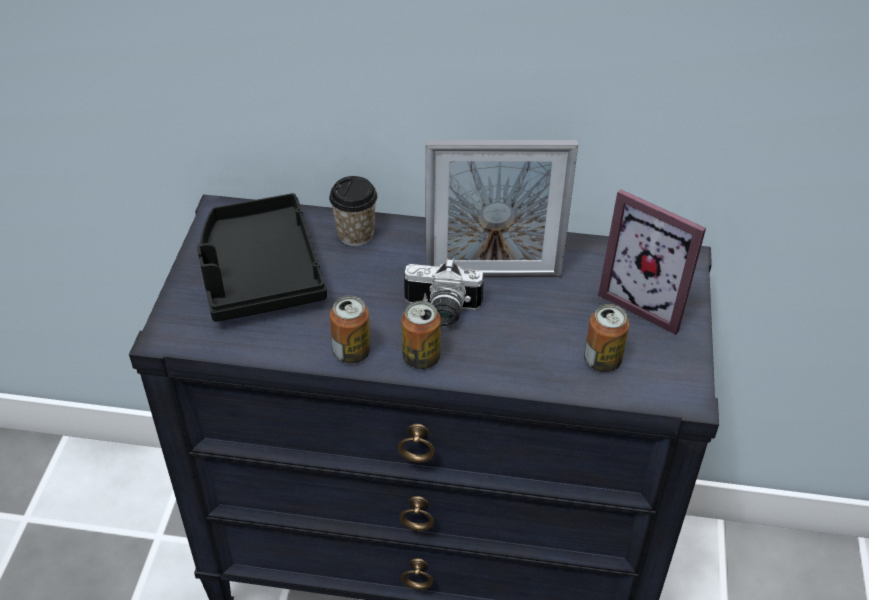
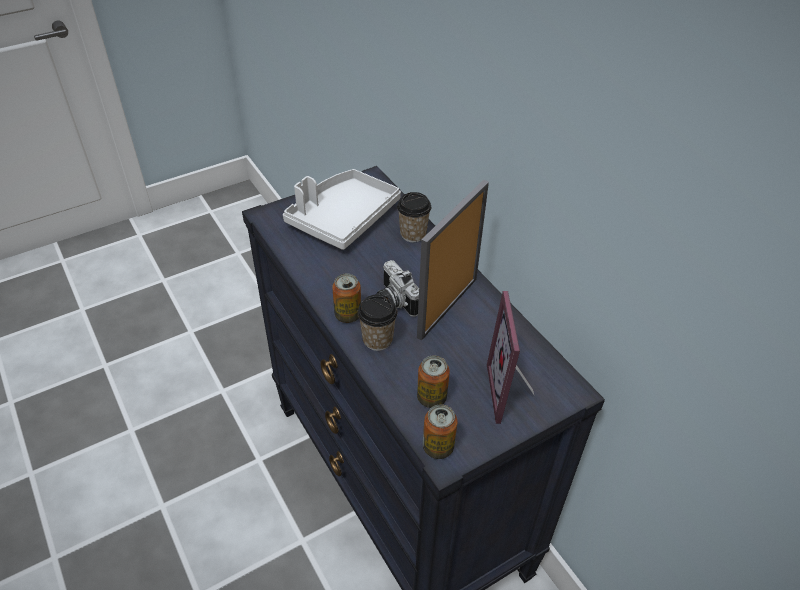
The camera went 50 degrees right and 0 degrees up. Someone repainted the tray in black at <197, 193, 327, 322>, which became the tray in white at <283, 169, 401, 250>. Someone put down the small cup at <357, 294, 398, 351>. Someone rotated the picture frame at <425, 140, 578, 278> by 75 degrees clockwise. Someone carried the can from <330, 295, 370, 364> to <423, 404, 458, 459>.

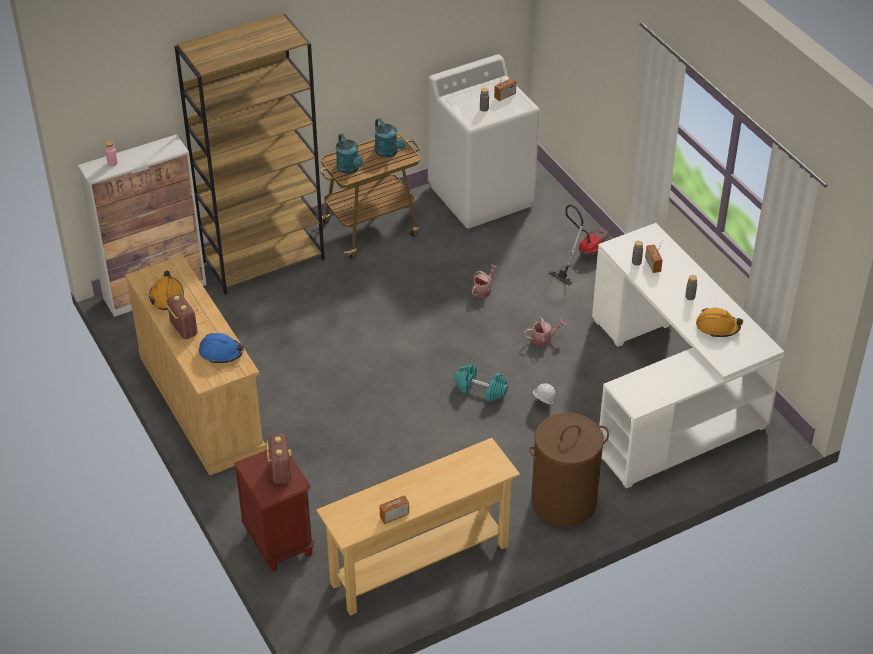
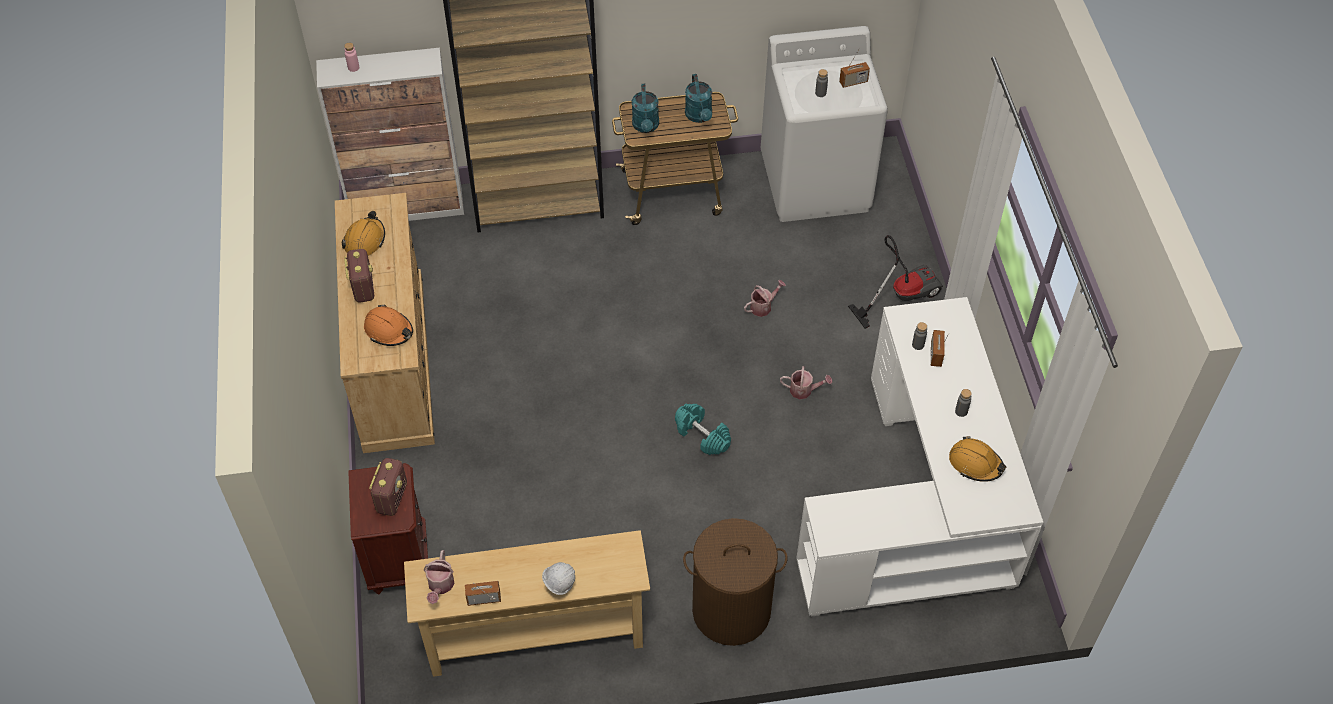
The camera went 20 degrees right and 10 degrees up. Someone repainted the work helmet in bluish at <199, 333, 244, 364>, which became the work helmet in orangey at <364, 305, 413, 346>. Someone put down the watering pot at <424, 550, 454, 604>. Someone carried the work helmet in white from <533, 383, 556, 405> to <542, 562, 575, 595>.

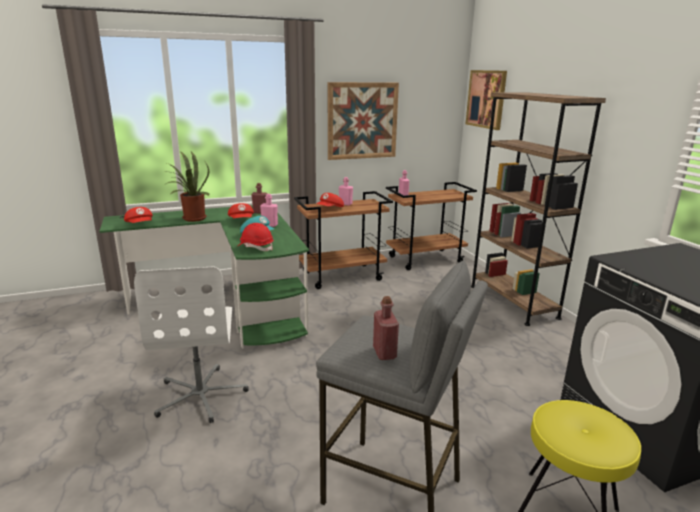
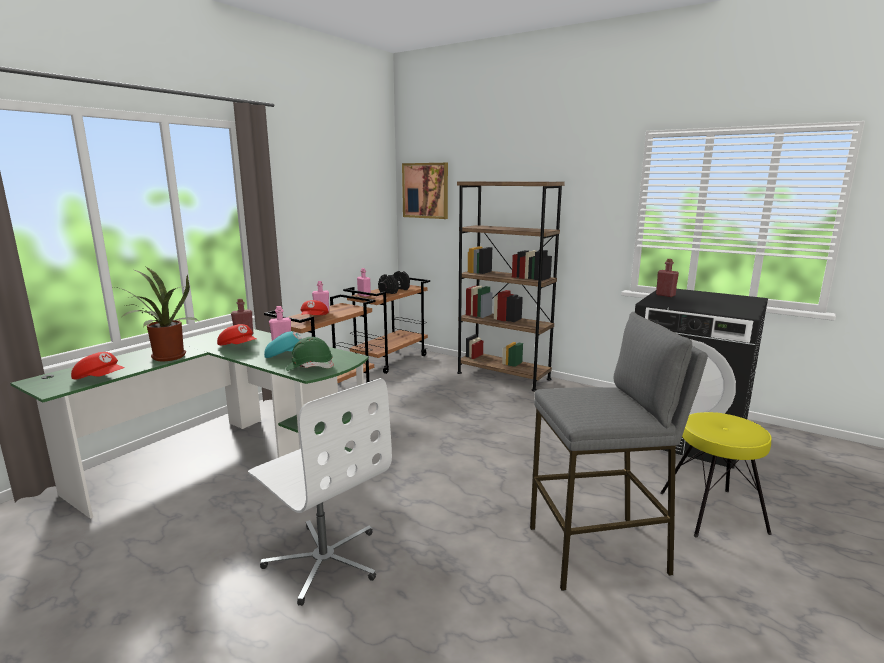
The camera went 35 degrees left and 5 degrees down. Someone repainted the work helmet in red-coloured at <238, 223, 274, 251>, which became the work helmet in green-coloured at <286, 337, 333, 371>. Someone put down the hand weight in black at <378, 271, 410, 294>. Someone carried the drink bottle in red-coloured from <373, 296, 399, 360> to <656, 259, 679, 297>. Someone took away the wall picture at <328, 82, 399, 160>.

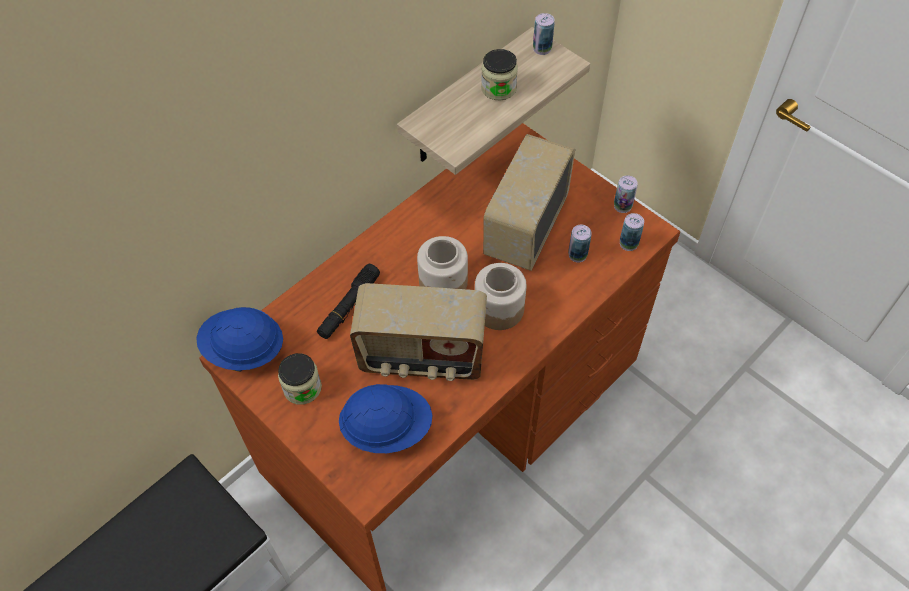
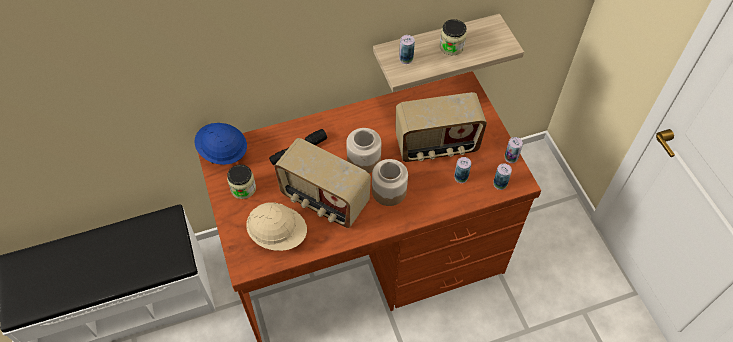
The camera went 25 degrees right and 0 degrees up. Someone repainted the work helmet in bluish at <339, 384, 432, 453>, which became the work helmet in sand-coloured at <246, 202, 307, 251>. Someone rotated the radio at <483, 134, 575, 271> by 150 degrees counterclockwise. Someone carried the can from <533, 13, 555, 55> to <399, 35, 415, 64>.

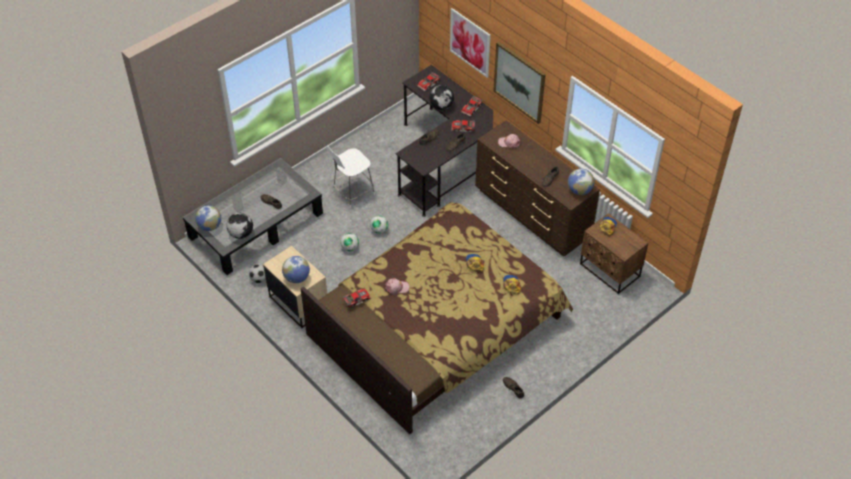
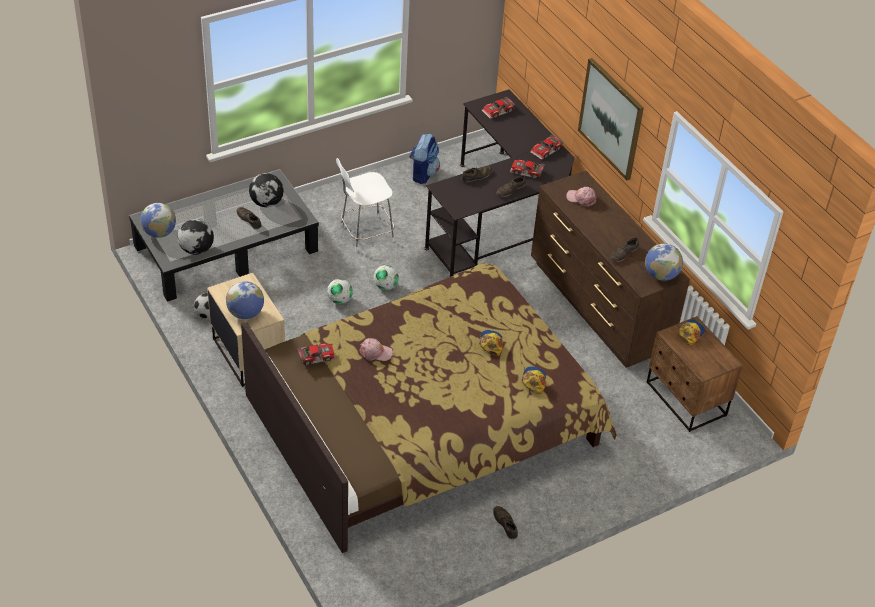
The camera went 10 degrees right and 5 degrees down. Someone carried the globe from <429, 85, 454, 110> to <249, 173, 284, 207>. Someone put down the backpack at <409, 133, 440, 184>. Someone took away the wall picture at <450, 8, 491, 78>.

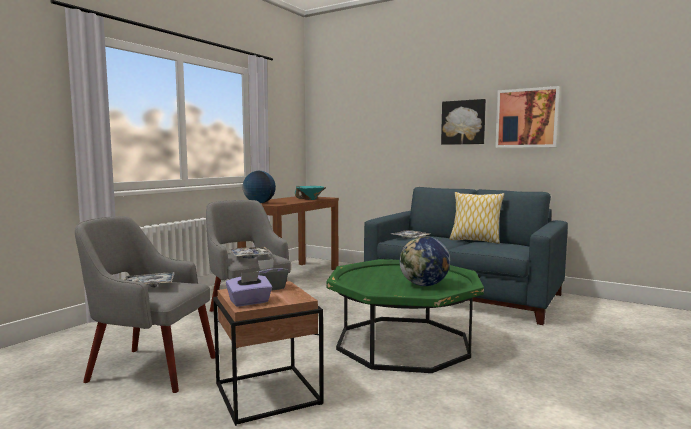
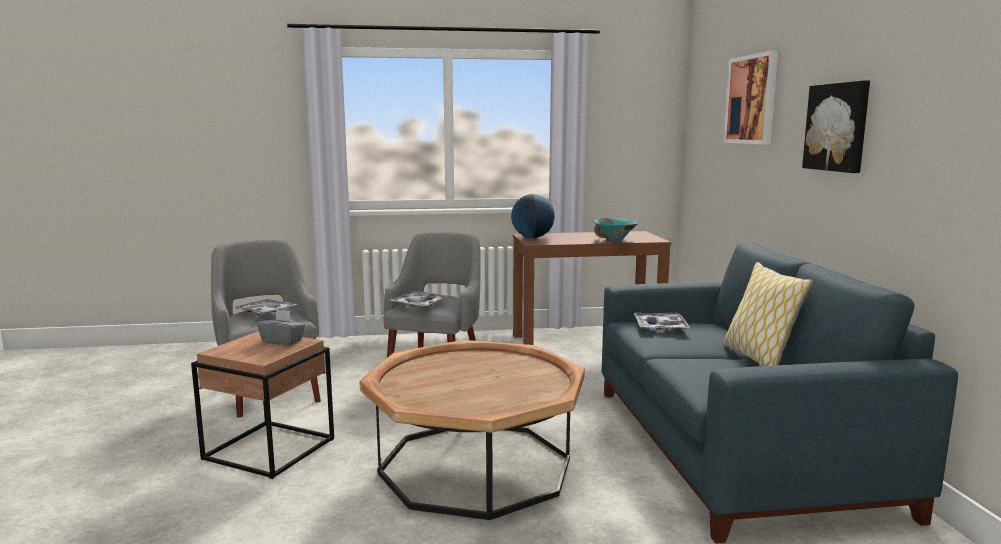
The camera went 50 degrees right and 5 degrees up. Someone repainted the lounge table in green-coloured at <326, 259, 484, 373>, which became the lounge table in brown-coloured at <360, 340, 585, 520>. Someone carried the wall picture from <495, 86, 560, 148> to <723, 50, 778, 145>. Someone took away the box of tissues in purplish at <226, 271, 272, 307>. Someone took away the globe at <400, 236, 450, 286>.

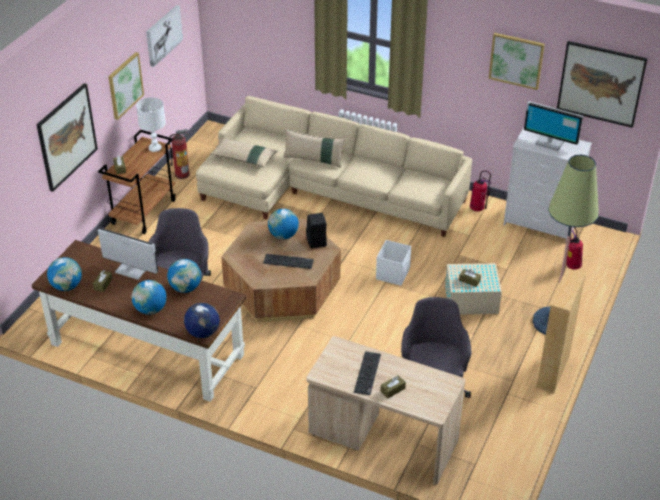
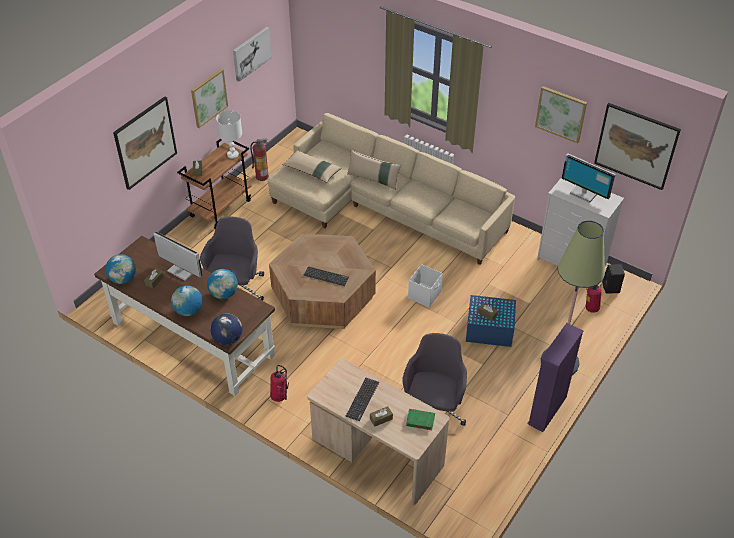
The camera went 10 degrees right and 5 degrees up. Someone carried the extinguisher from <470, 171, 492, 211> to <270, 365, 289, 402>. Someone put down the bound book in green-coloured at <406, 409, 435, 430>. Someone repainted the storage container in sand-coloured at <445, 263, 502, 315>, which became the storage container in bluish at <466, 295, 516, 347>. Someone repainted the bookshelf in sand-coloured at <535, 268, 586, 393>, which became the bookshelf in purplish at <527, 323, 583, 432>. Someone carried the audio speaker in black from <306, 213, 327, 249> to <602, 264, 625, 294>. Someone took away the globe at <268, 209, 299, 239>.

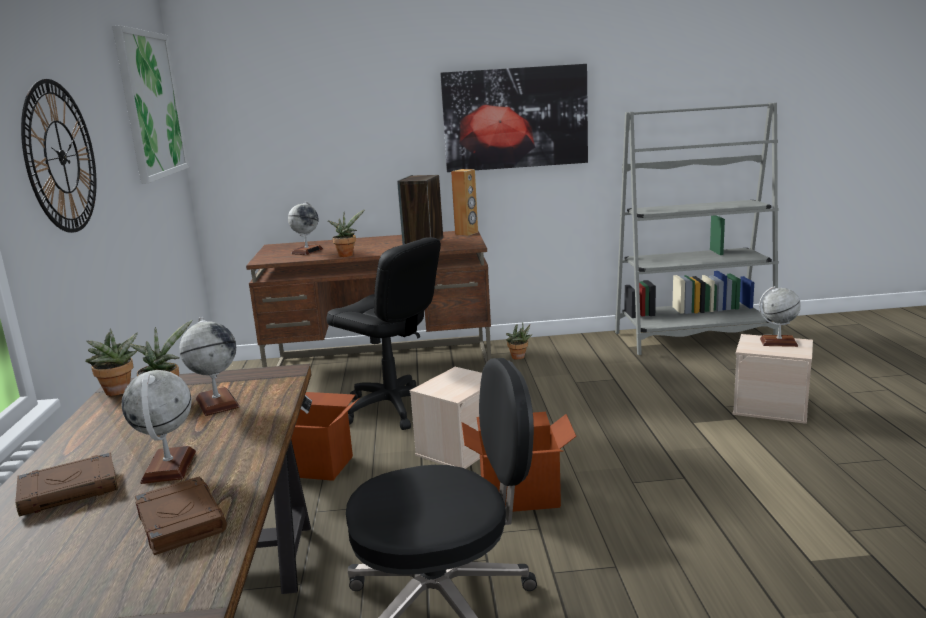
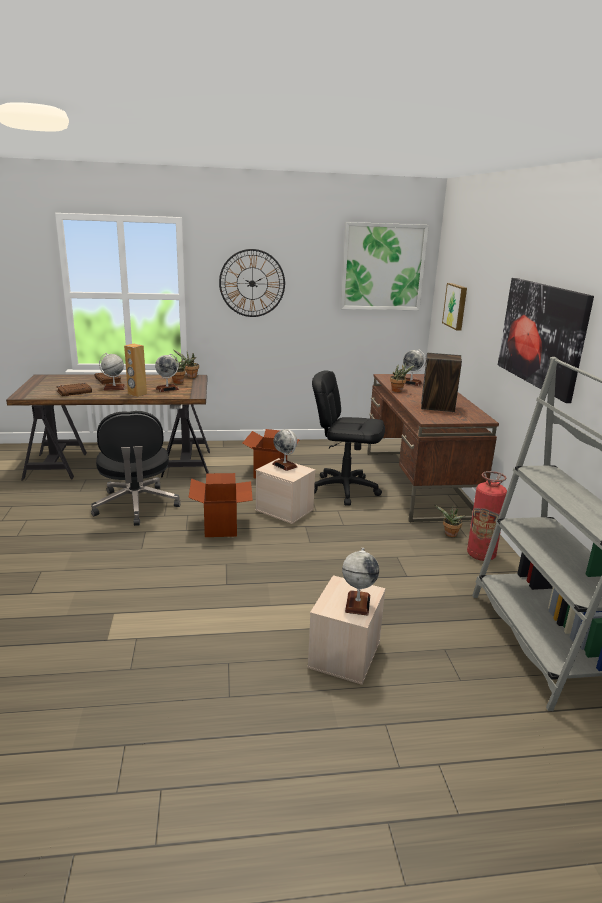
The camera went 85 degrees right and 5 degrees up. Someone carried the audio speaker in brown-coloured from <451, 169, 478, 236> to <124, 344, 147, 397>. Someone put down the globe at <272, 429, 297, 471>. Someone rotated the computer chair in black at <326, 237, 441, 430> by 75 degrees clockwise. Someone put up the wall picture at <442, 283, 467, 330>. Someone put down the extinguisher at <467, 471, 507, 561>.

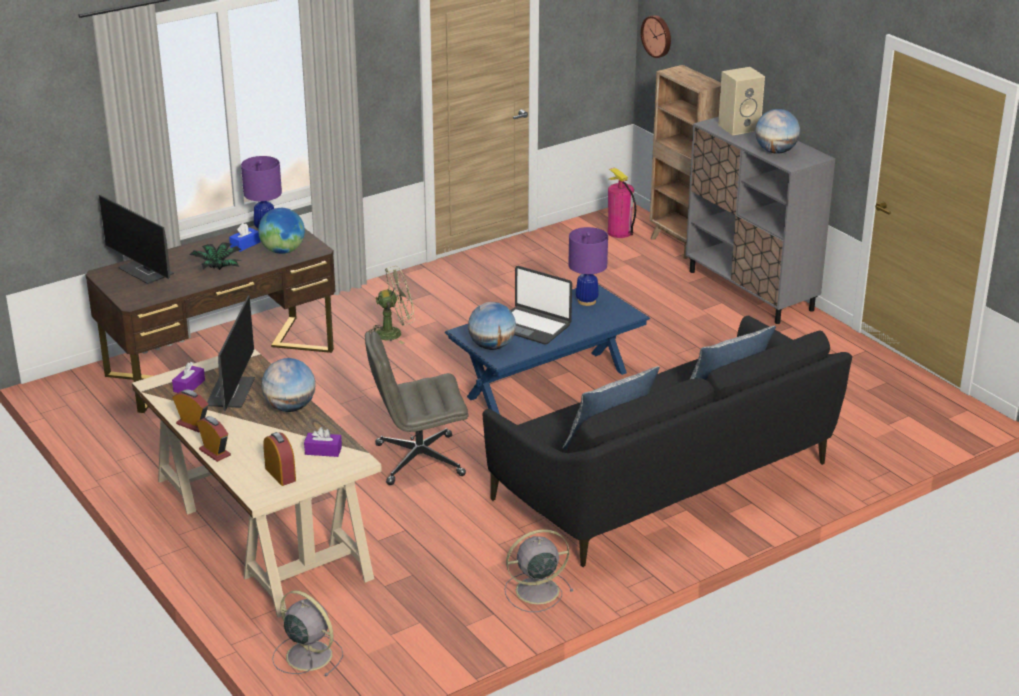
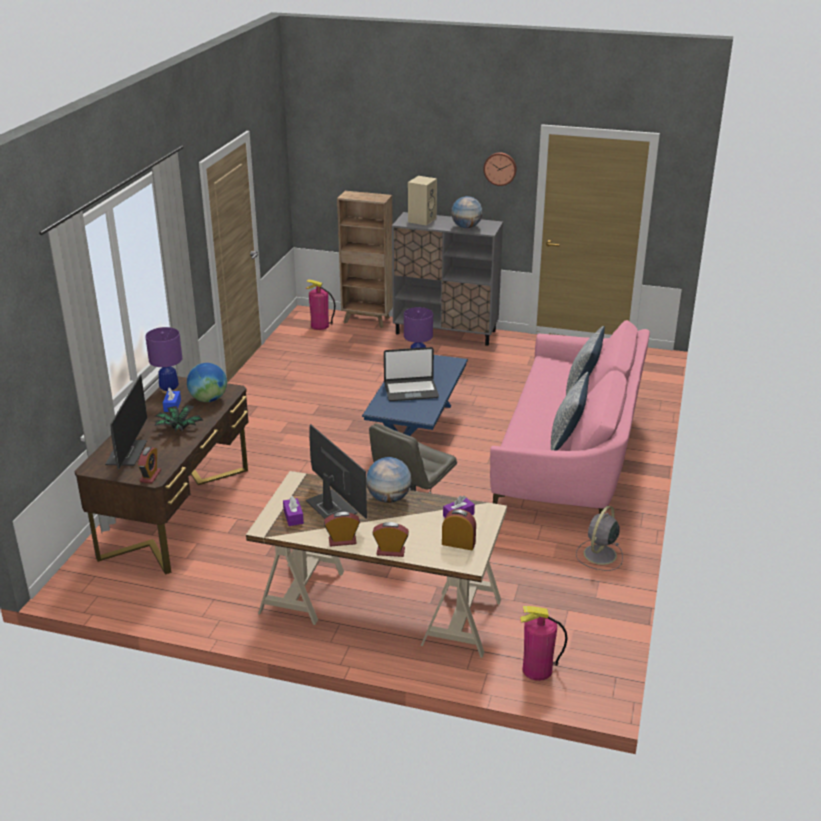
The camera went 40 degrees left and 0 degrees up. Someone rotated the computer display at <99, 195, 174, 284> by 90 degrees counterclockwise. Someone put down the alarm clock at <138, 447, 161, 483>. Someone carried the clock on the wall from <641, 15, 671, 58> to <483, 152, 517, 186>. Someone repainted the couch in black at <482, 316, 852, 567>, which became the couch in pink at <490, 320, 650, 514>. Someone swapped the electric fan in grey at <272, 590, 343, 677> for the extinguisher at <520, 606, 568, 681>. Someone took away the electric fan in green-coloured at <367, 266, 415, 344>. Someone took away the globe at <468, 302, 516, 350>.

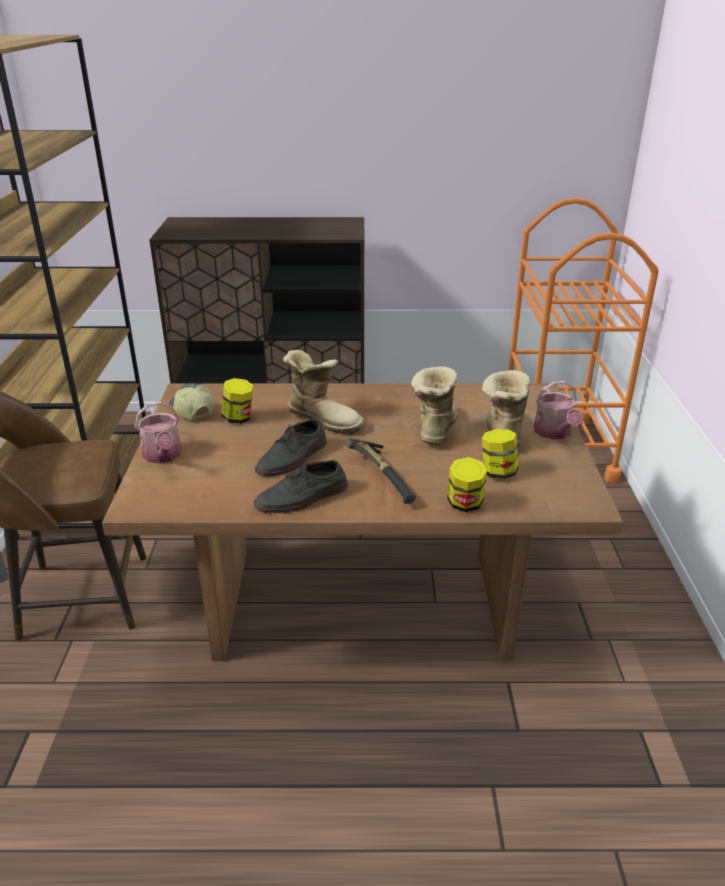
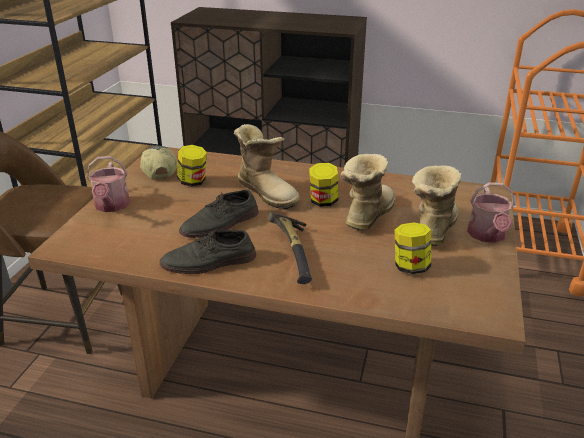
The camera went 15 degrees right and 0 degrees up. Someone carried the jar from <447, 457, 487, 512> to <309, 163, 338, 207>.

